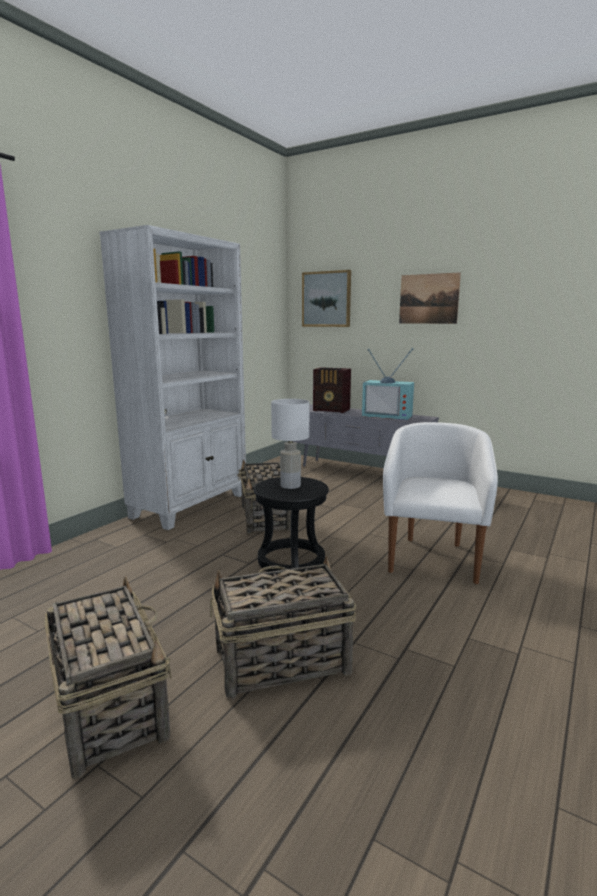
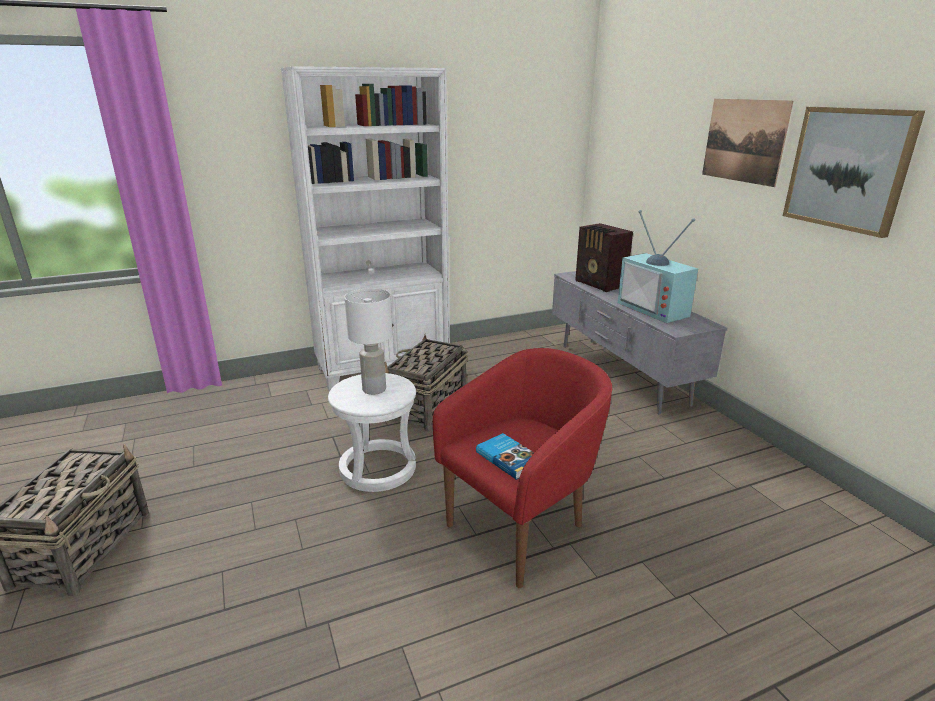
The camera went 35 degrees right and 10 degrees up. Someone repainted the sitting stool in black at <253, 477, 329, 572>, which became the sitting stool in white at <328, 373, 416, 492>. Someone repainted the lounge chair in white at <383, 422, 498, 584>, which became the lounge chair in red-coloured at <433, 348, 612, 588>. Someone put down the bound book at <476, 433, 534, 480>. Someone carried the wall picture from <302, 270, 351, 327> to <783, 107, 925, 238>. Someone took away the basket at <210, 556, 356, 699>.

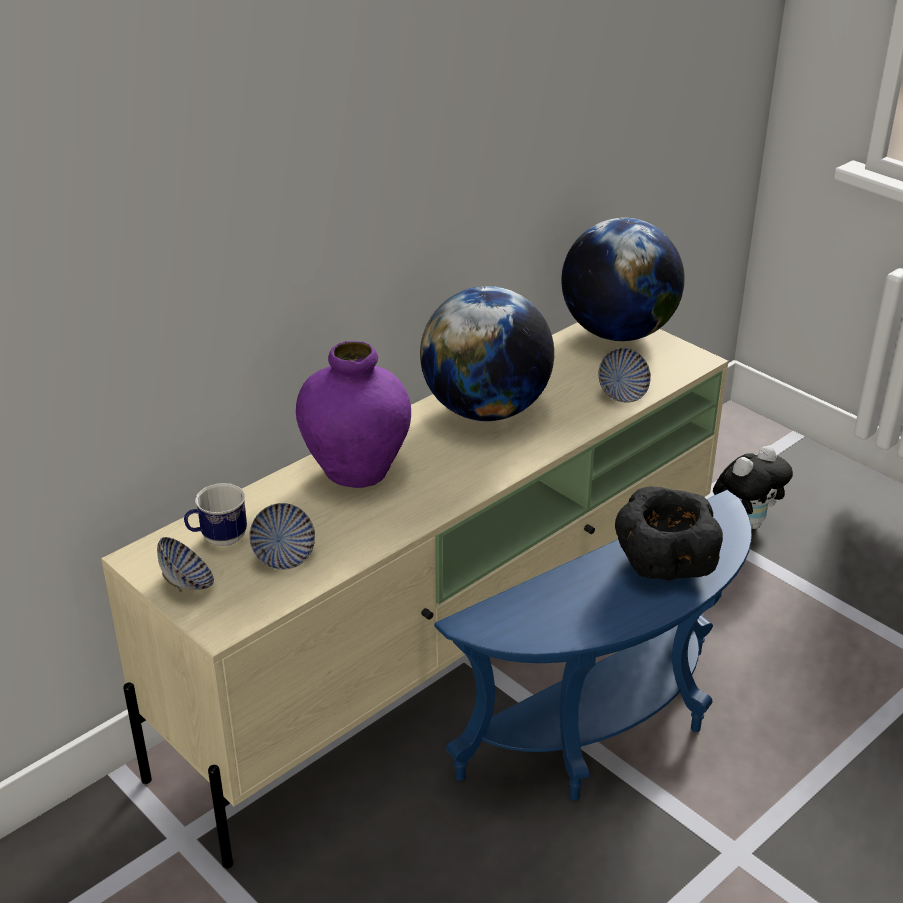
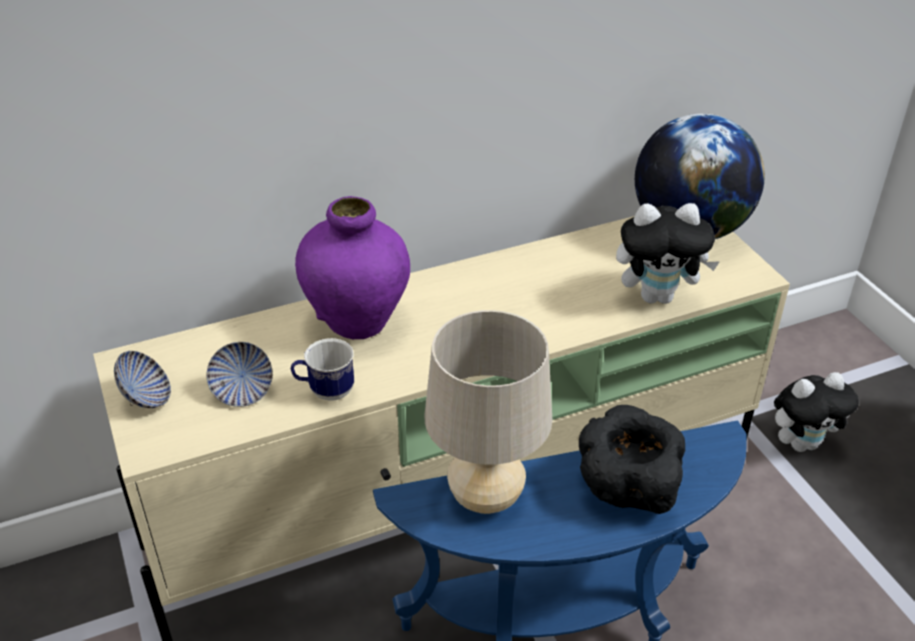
The camera went 20 degrees right and 5 degrees up. Someone carried the tea mug from <184, 483, 247, 546> to <291, 338, 354, 401>. Someone put down the table lamp in sand-coloured at <425, 310, 552, 514>. Someone swapped the bowl at <598, 348, 651, 402> for the soft toy at <616, 203, 720, 304>. Someone took away the globe at <420, 286, 554, 421>.

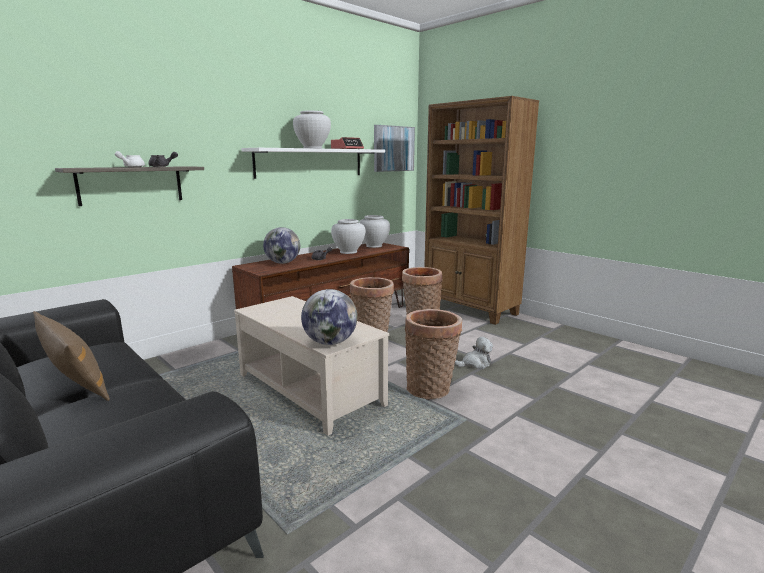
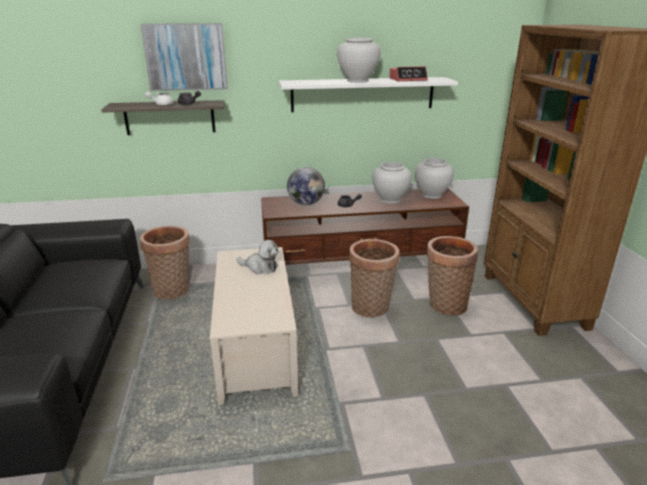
The camera went 35 degrees right and 10 degrees up. Someone carried the basket from <405, 309, 463, 400> to <140, 226, 190, 299>. Someone carried the wall picture from <374, 125, 415, 172> to <141, 23, 228, 91>. Someone carried the soft toy from <455, 337, 493, 369> to <236, 240, 278, 274>. Someone took away the throw pillow in brown-coloured at <33, 311, 110, 401>. Someone took away the globe at <301, 289, 357, 345>.

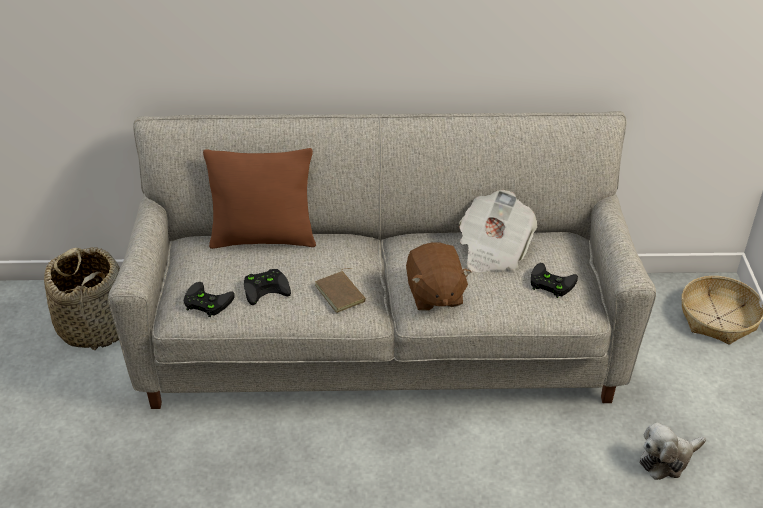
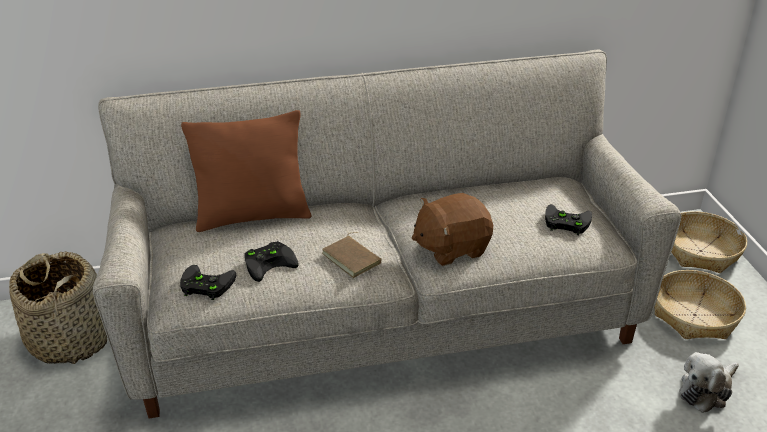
The camera went 10 degrees left and 5 degrees down. Someone rotated the soft toy in brown-coloured at <406, 242, 472, 311> by 90 degrees clockwise. Someone put down the basket at <655, 270, 746, 339>. Someone took away the newspaper at <459, 190, 537, 272>.

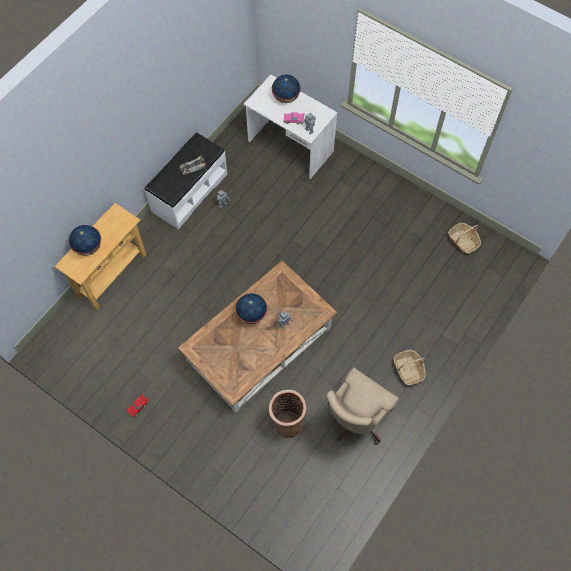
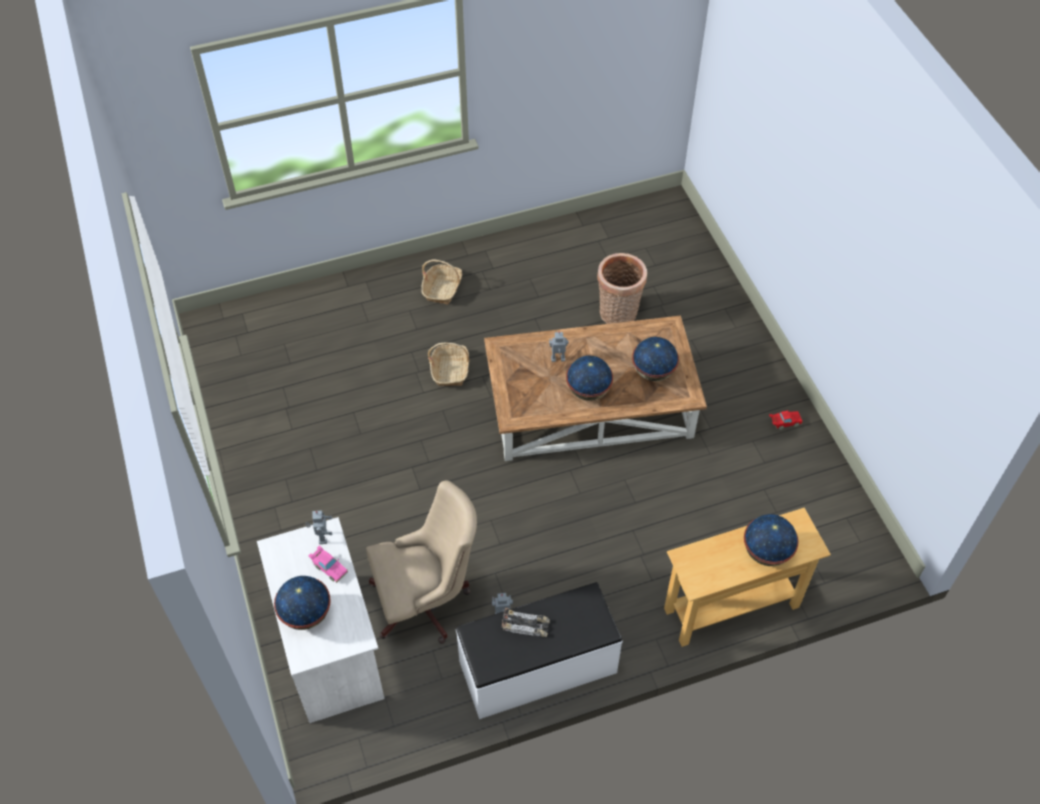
The camera went 145 degrees left and 10 degrees down. Someone carried the computer chair in sand-coloured from <326, 367, 399, 445> to <366, 480, 477, 644>. Someone carried the basket from <448, 223, 481, 254> to <428, 343, 470, 386>. Someone put down the globe at <632, 337, 679, 381>.

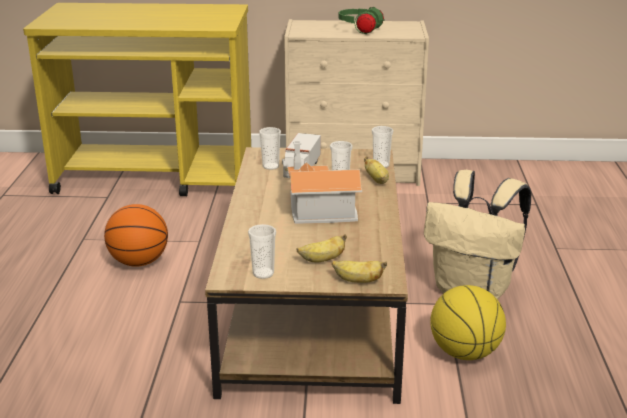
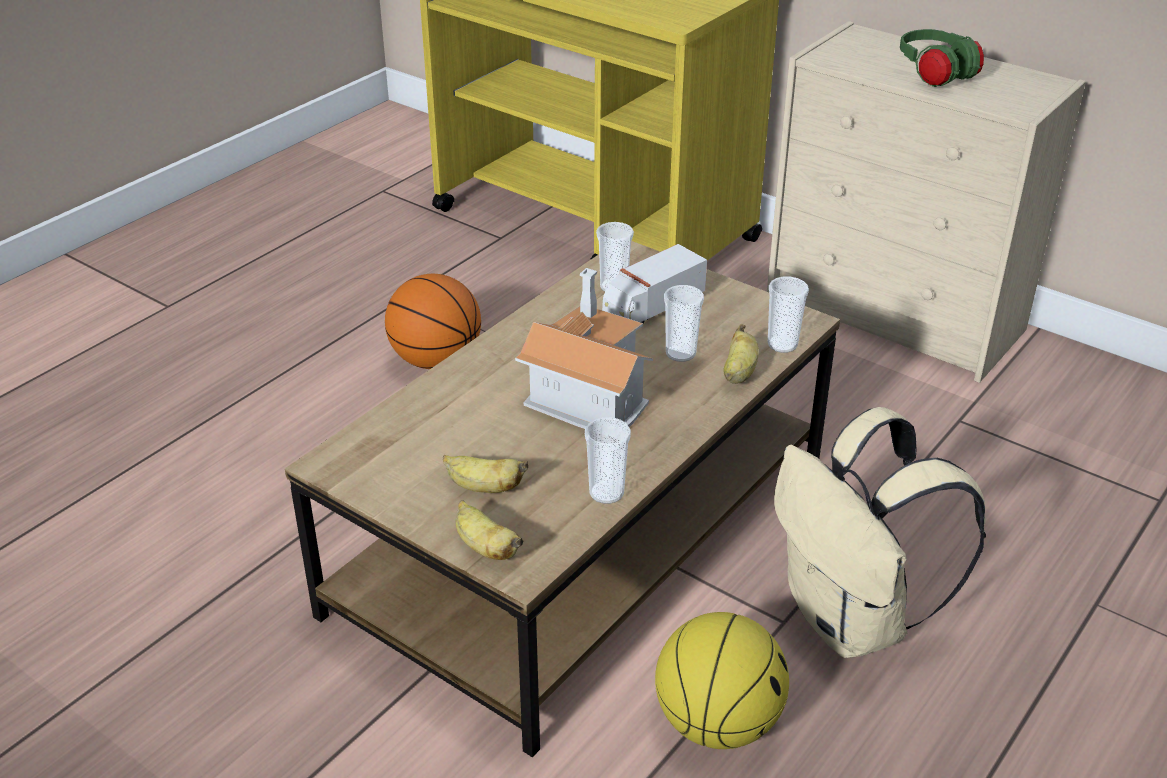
The camera went 35 degrees right and 10 degrees up. Someone carried the small cup from <248, 224, 276, 279> to <585, 417, 631, 504>.

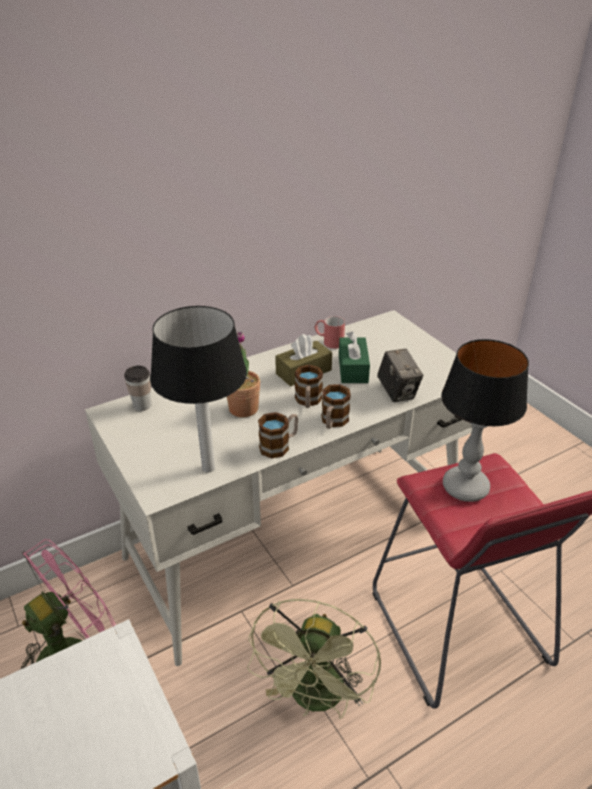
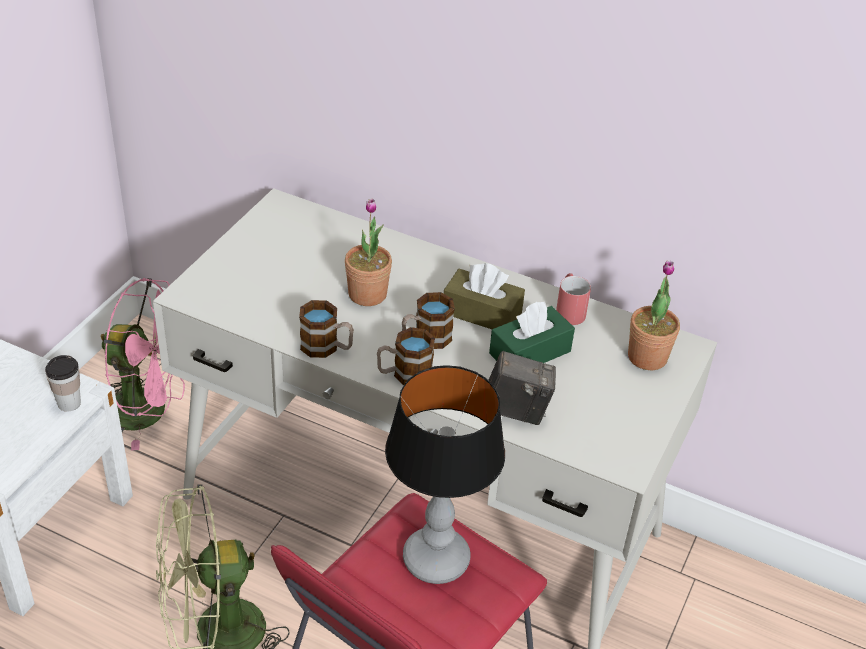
The camera went 55 degrees right and 5 degrees up. Someone carried the small cup from <124, 365, 151, 411> to <45, 355, 81, 412>. Someone rotated the photo camera at <377, 349, 423, 402> by 120 degrees counterclockwise. Someone put down the potted plant at <628, 261, 680, 370>. Someone took away the table lamp at <150, 306, 247, 472>.

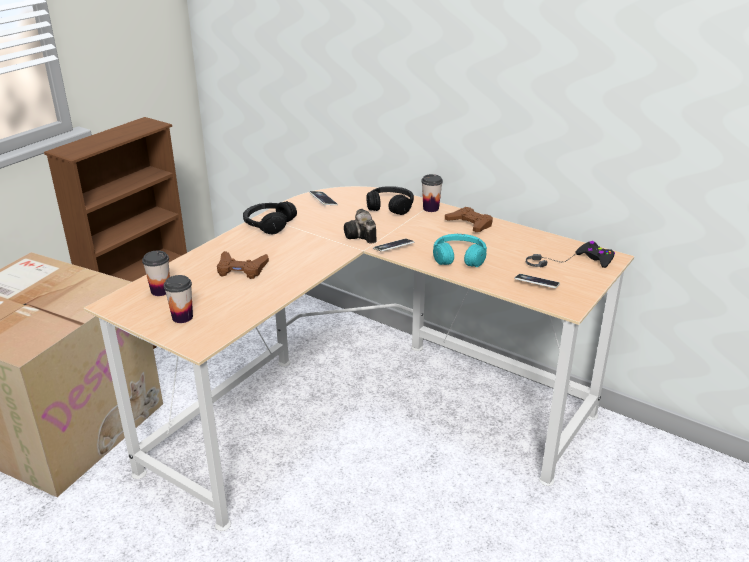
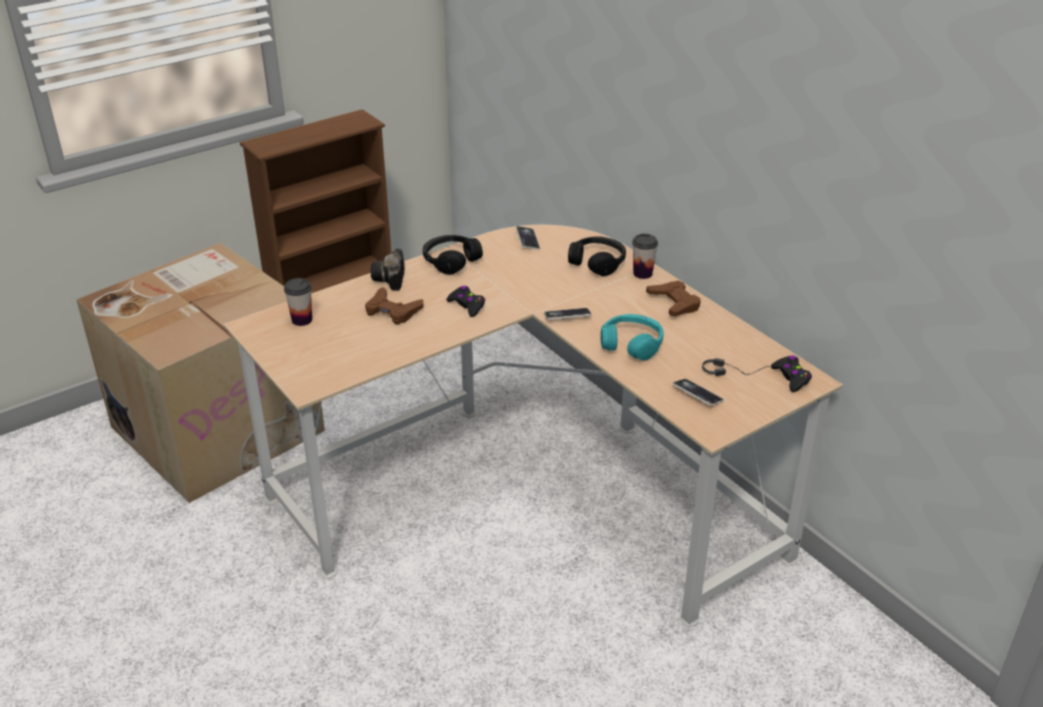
The camera went 20 degrees right and 5 degrees up. Someone carried the photo camera from <344, 209, 377, 244> to <371, 249, 405, 291>. Someone put down the gamepad in black at <447, 286, 485, 317>. Someone took away the small cup at <164, 275, 193, 323>.

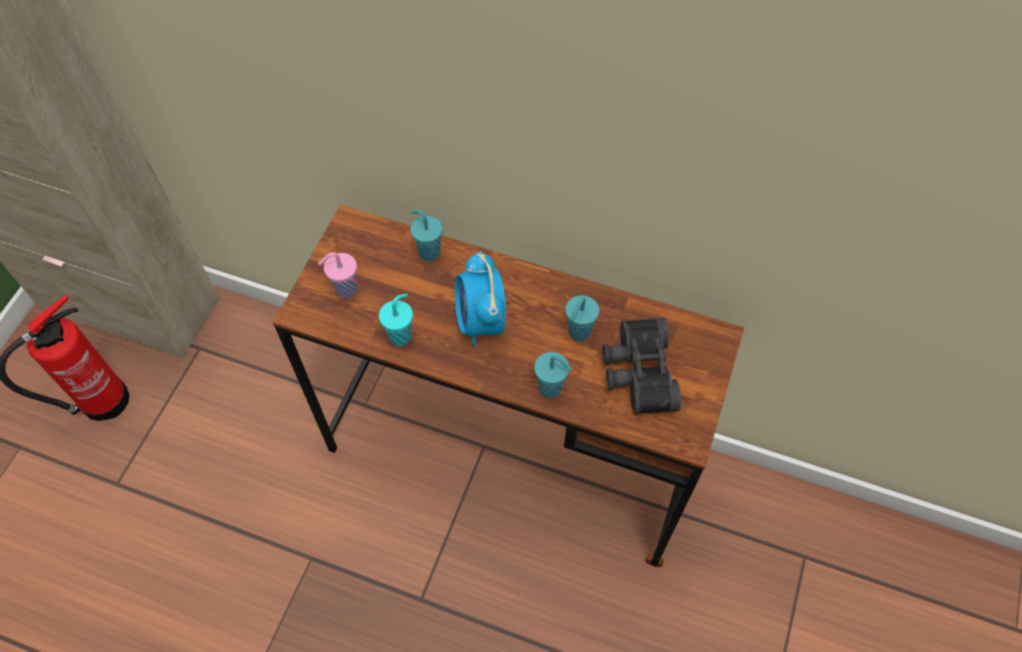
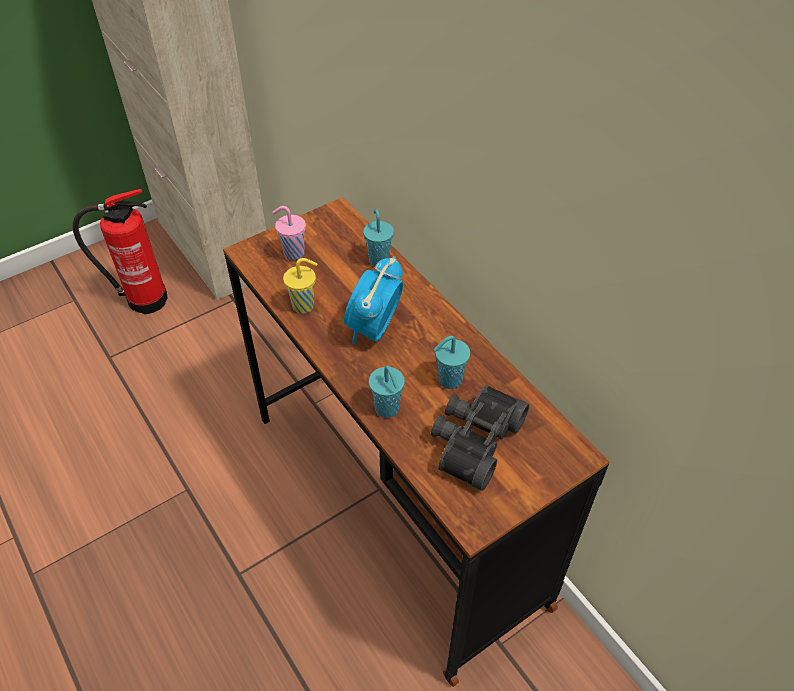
The camera went 35 degrees right and 10 degrees down. Someone repainted the small cup in turquoise at <379, 294, 413, 346>, which became the small cup in yellow-coloured at <283, 258, 317, 314>.

